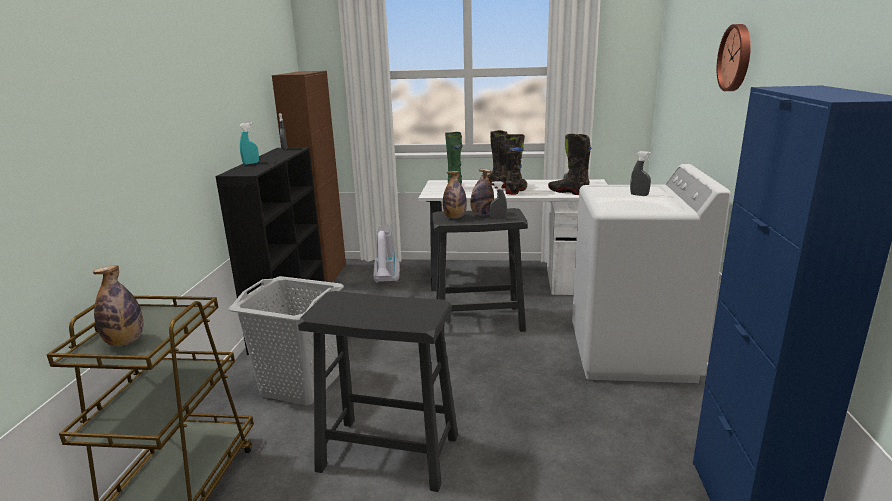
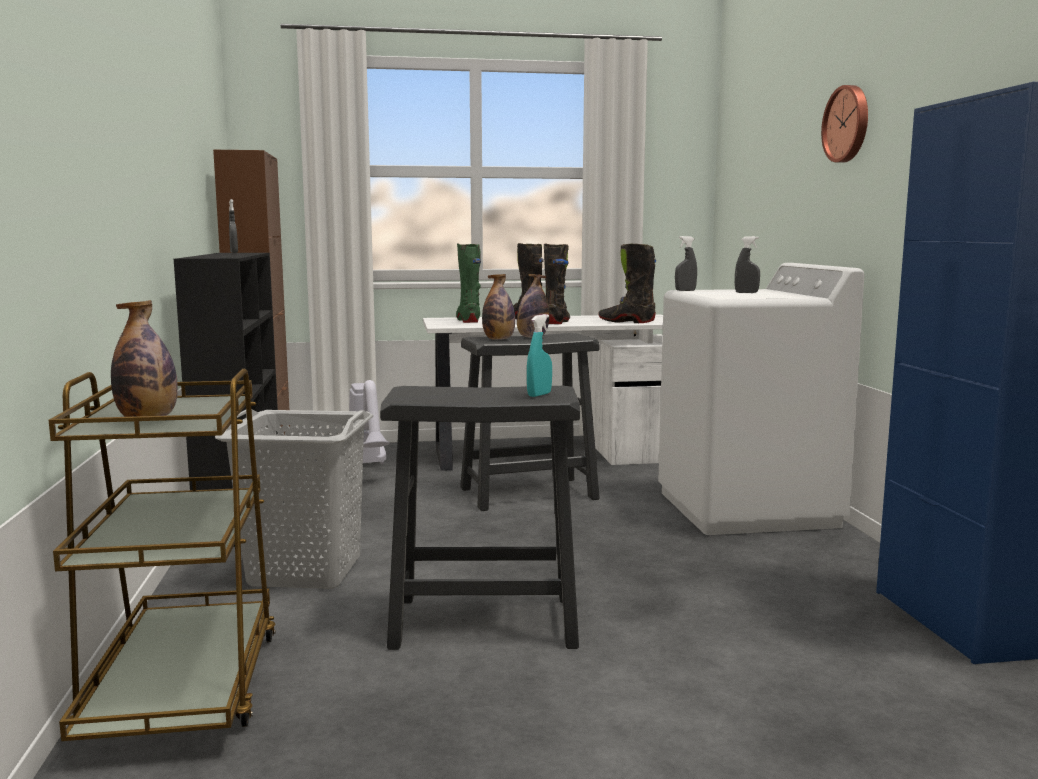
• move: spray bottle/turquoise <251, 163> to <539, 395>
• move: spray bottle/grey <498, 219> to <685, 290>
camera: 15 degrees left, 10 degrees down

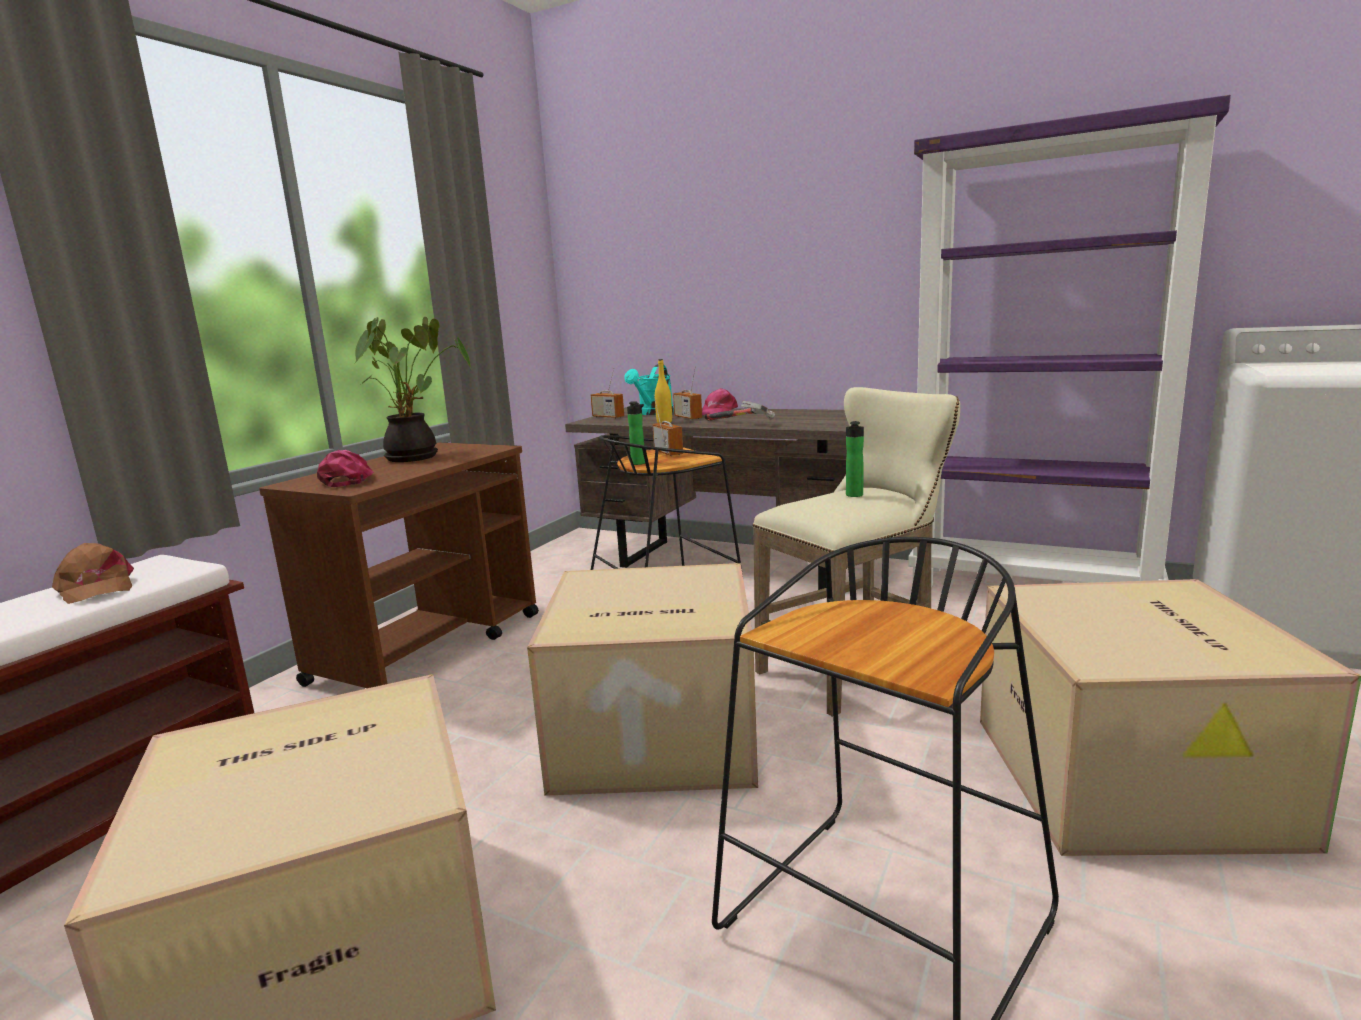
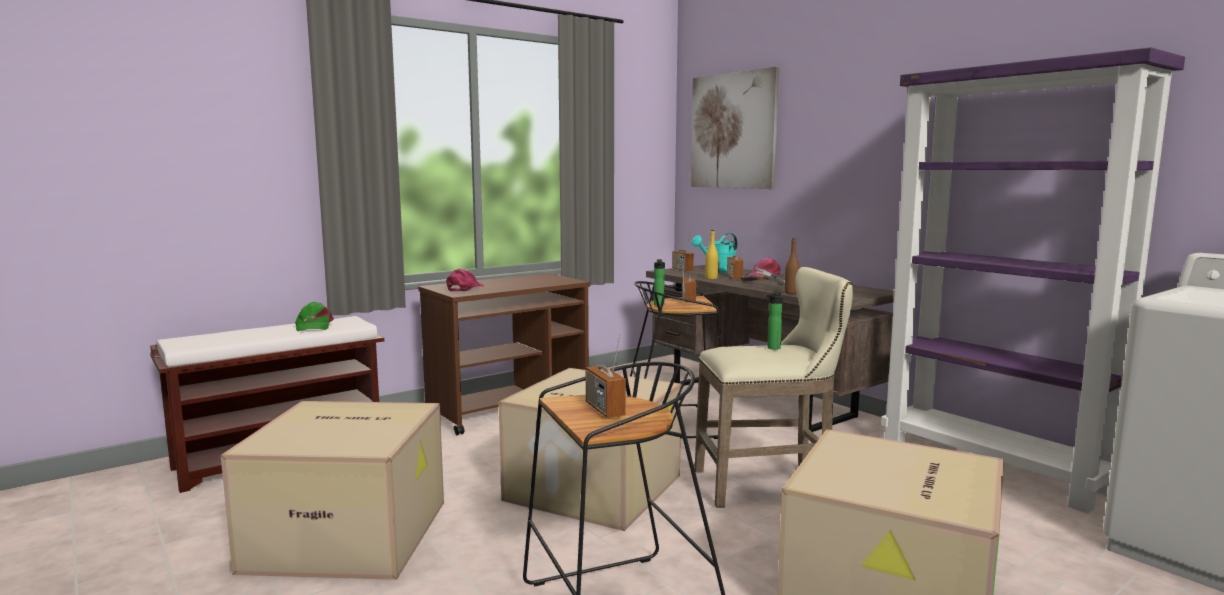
• delete: potted plant <417, 457>
• recolor: cap/brown <95, 588> to cap/green <313, 326>
• insert: picture <733, 131>
• insert: bottle/brown <791, 293>
• insert: radio <605, 409>
camera: 25 degrees right, 5 degrees down

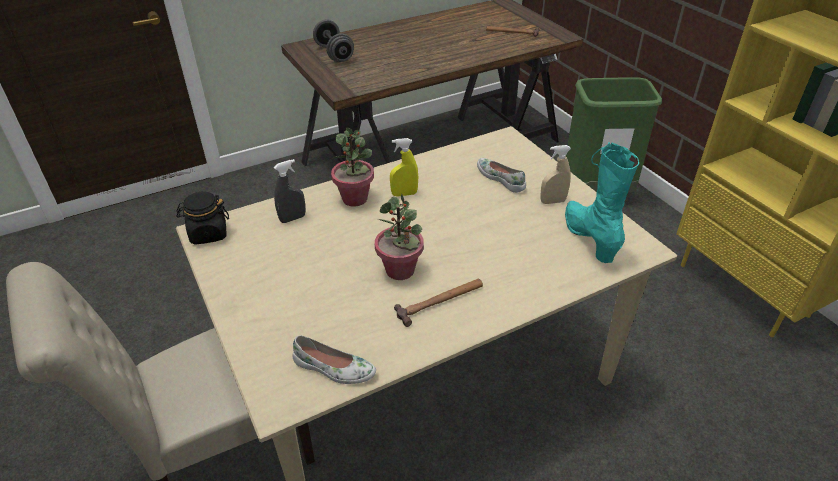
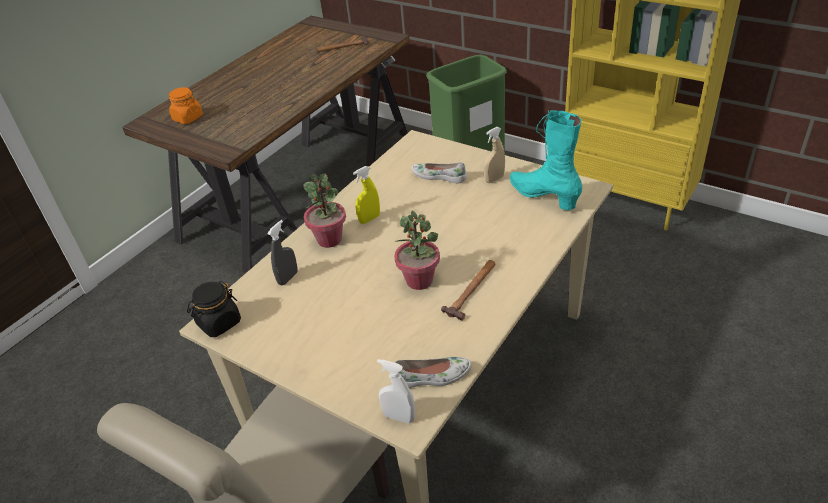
• replace: dumbbell/grey <334, 53> to jar/orange <187, 118>
• insert: spray bottle/white <399, 417>
camera: 25 degrees left, 0 degrees up

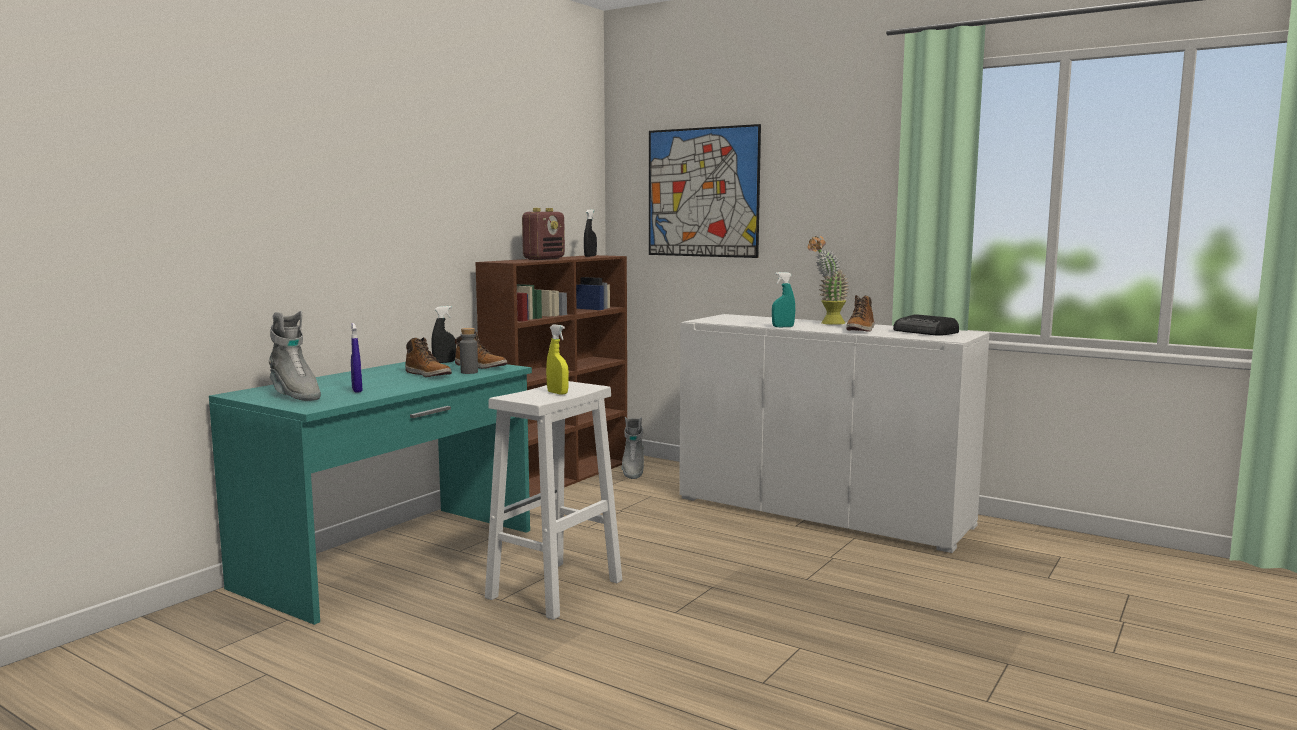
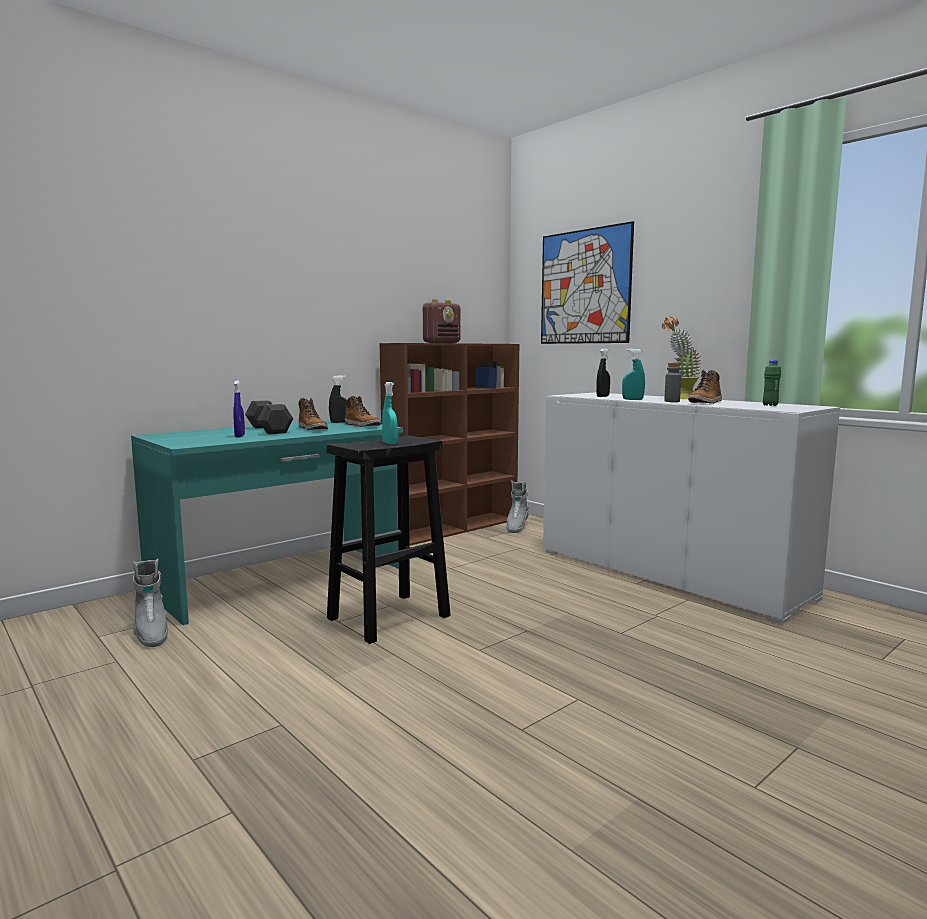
• move: spray bottle/black <590, 256> to <602, 396>
• move: boot/grey <294, 395> to <150, 634>
• replace: radio <925, 332> to bottle/green <770, 405>
• recolor: spray bottle/yellow <557, 393> to spray bottle/turquoise <390, 443>
• move: bottle/grey <469, 372> to <672, 401>
• recolor: stool/white <554, 590> to stool/black <387, 618>
• insert: dumbbell/grey <269, 430>
camera: 15 degrees right, 0 degrees up

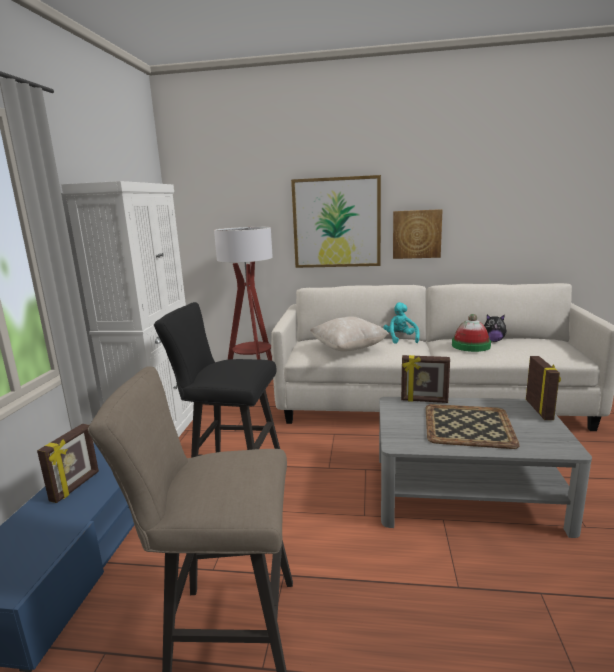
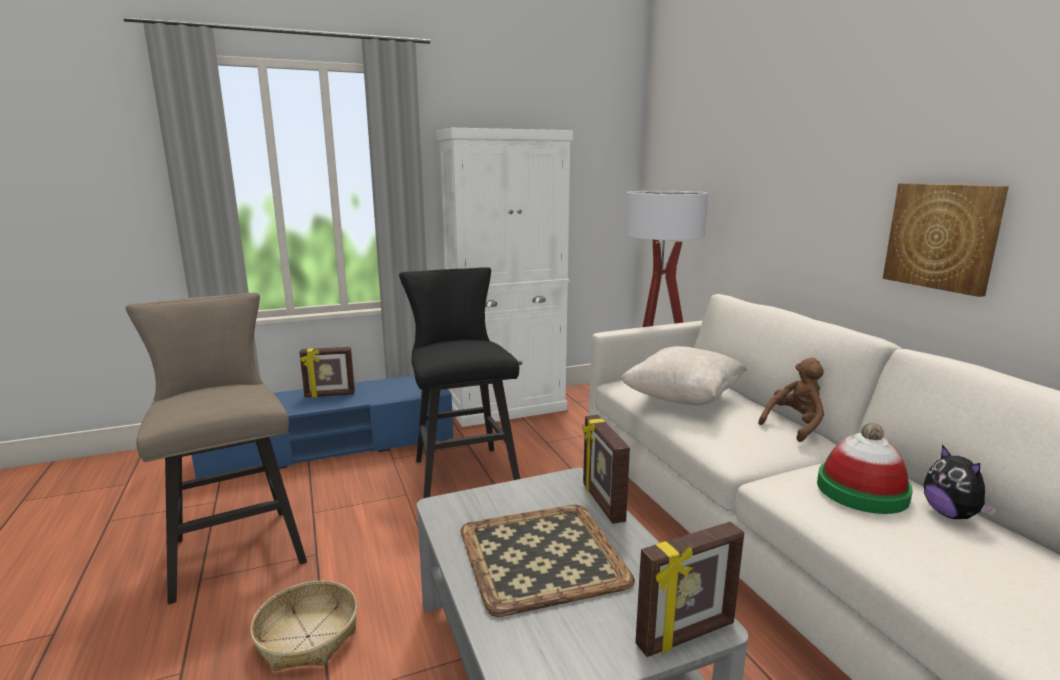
• delete: picture <336, 223>
• recolor: plush toy/turquoise <400, 339> to plush toy/brown <795, 426>
• insert: basket <307, 636>
camera: 60 degrees right, 0 degrees up

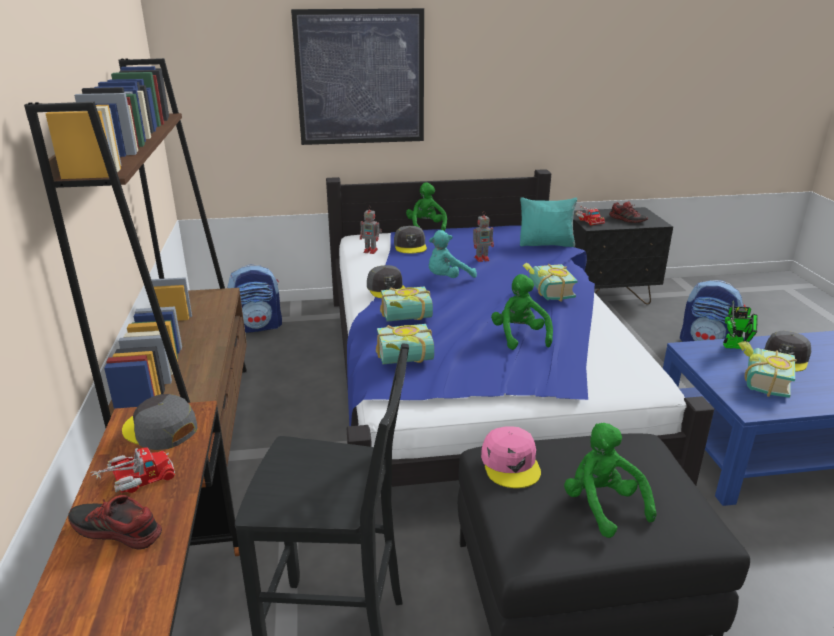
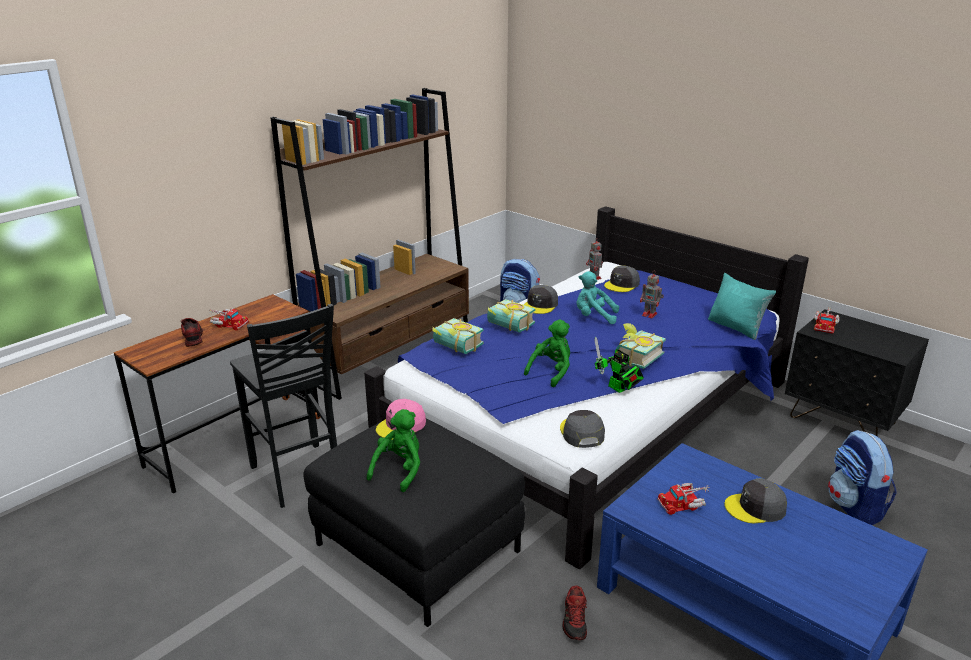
• delete: picture <360, 78>
• delete: plush toy/green <426, 227>
• move: shoe <627, 220> to <575, 620>
• move: toy robot <736, 346> to <618, 389>
• replace: book <760, 382> to toy truck <684, 503>
• move: cap/grey <160, 429> to <581, 433>
camera: 50 degrees right, 0 degrees up

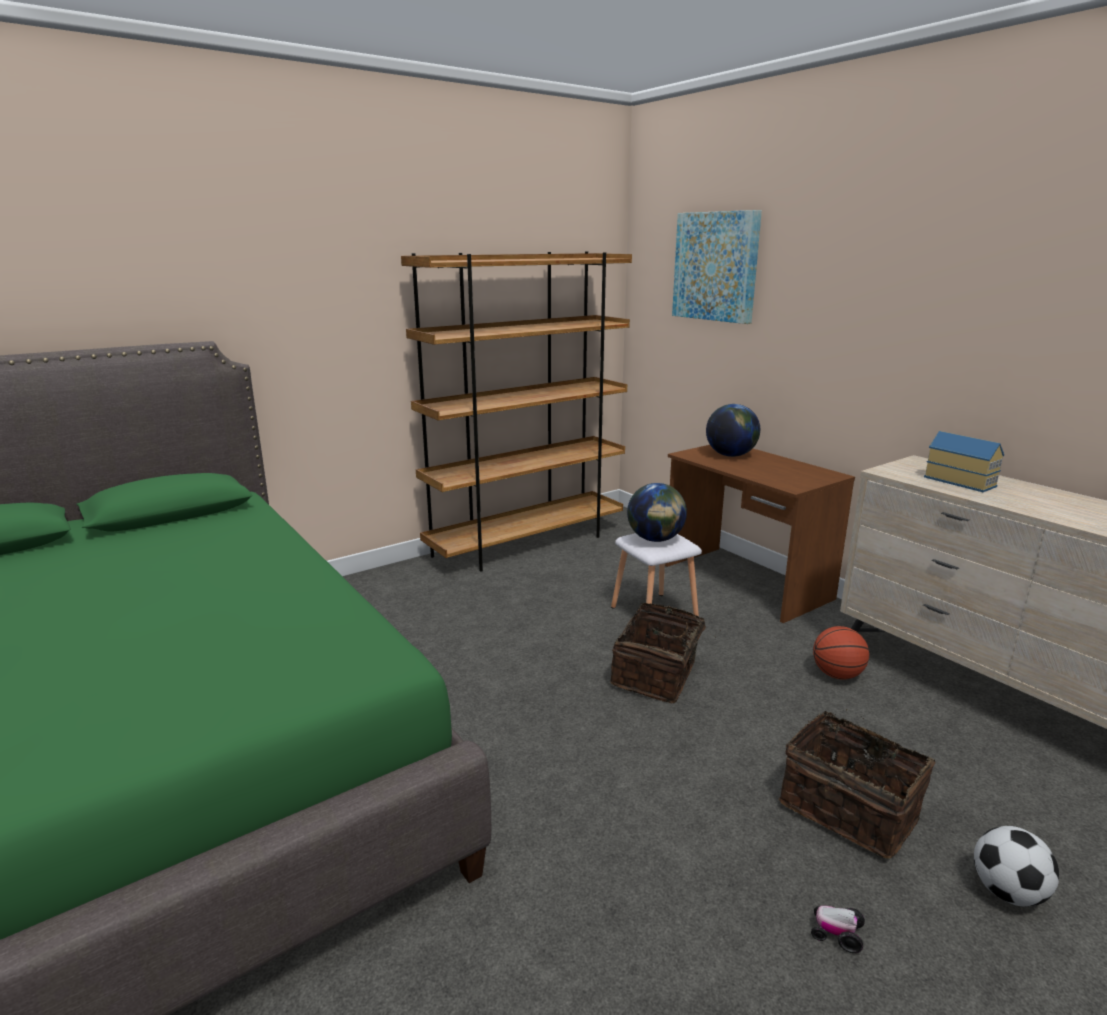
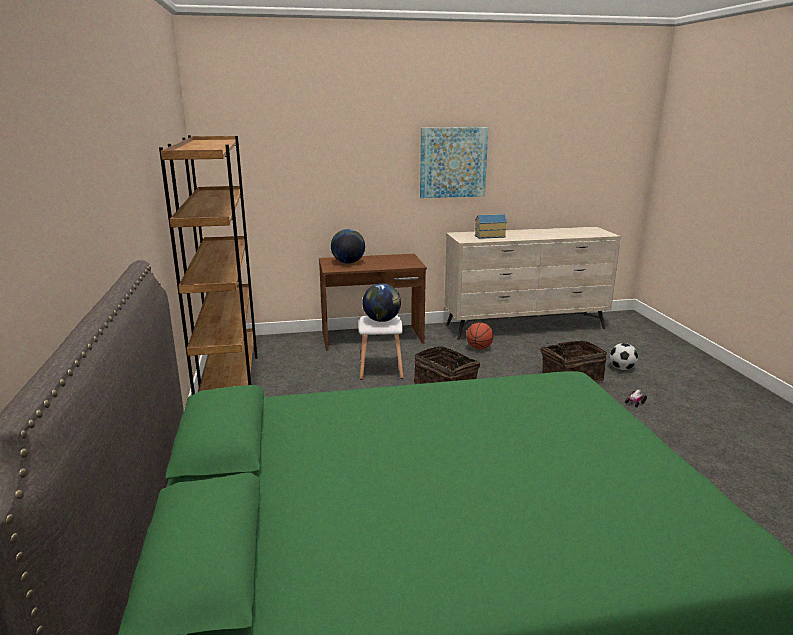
• move: picture <715, 266> to <453, 162>
camera: 65 degrees left, 0 degrees up

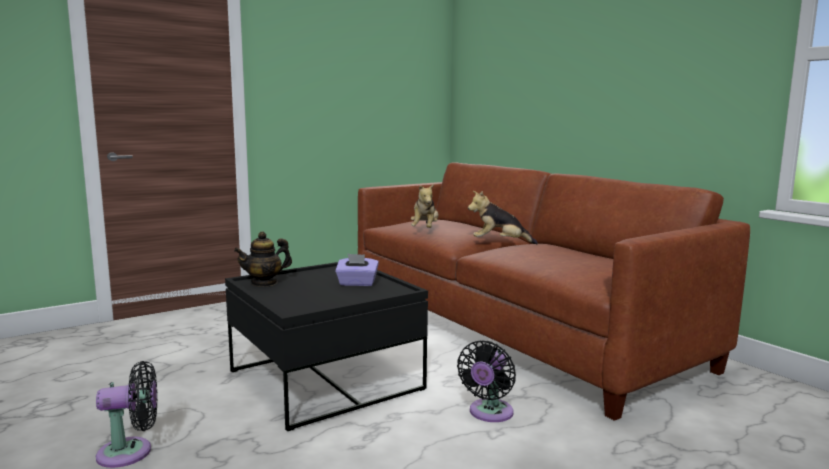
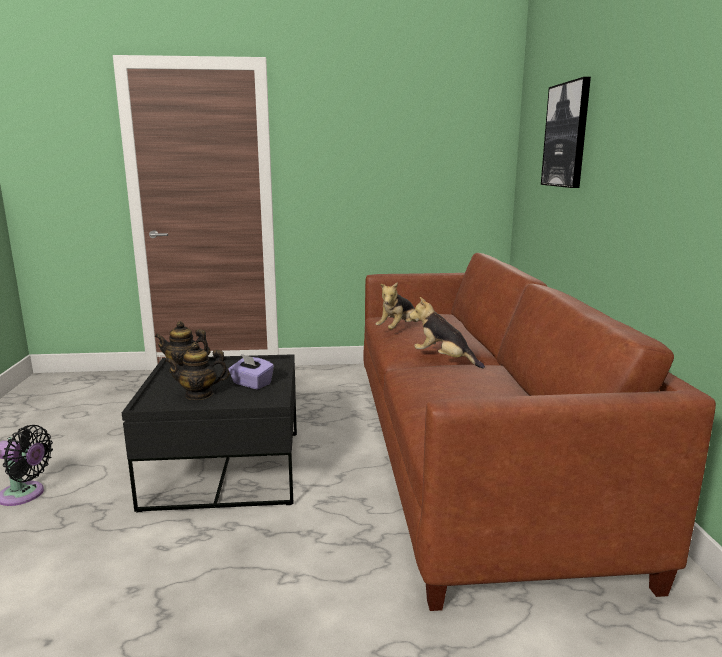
• delete: fan/black <489, 413>
• insert: picture <566, 135>
• insert: teapot <199, 394>
camera: 30 degrees right, 5 degrees up

